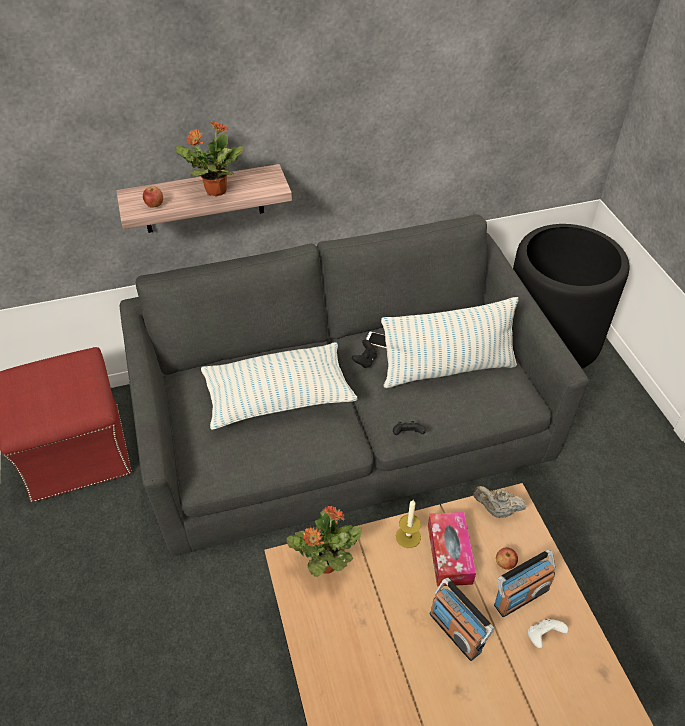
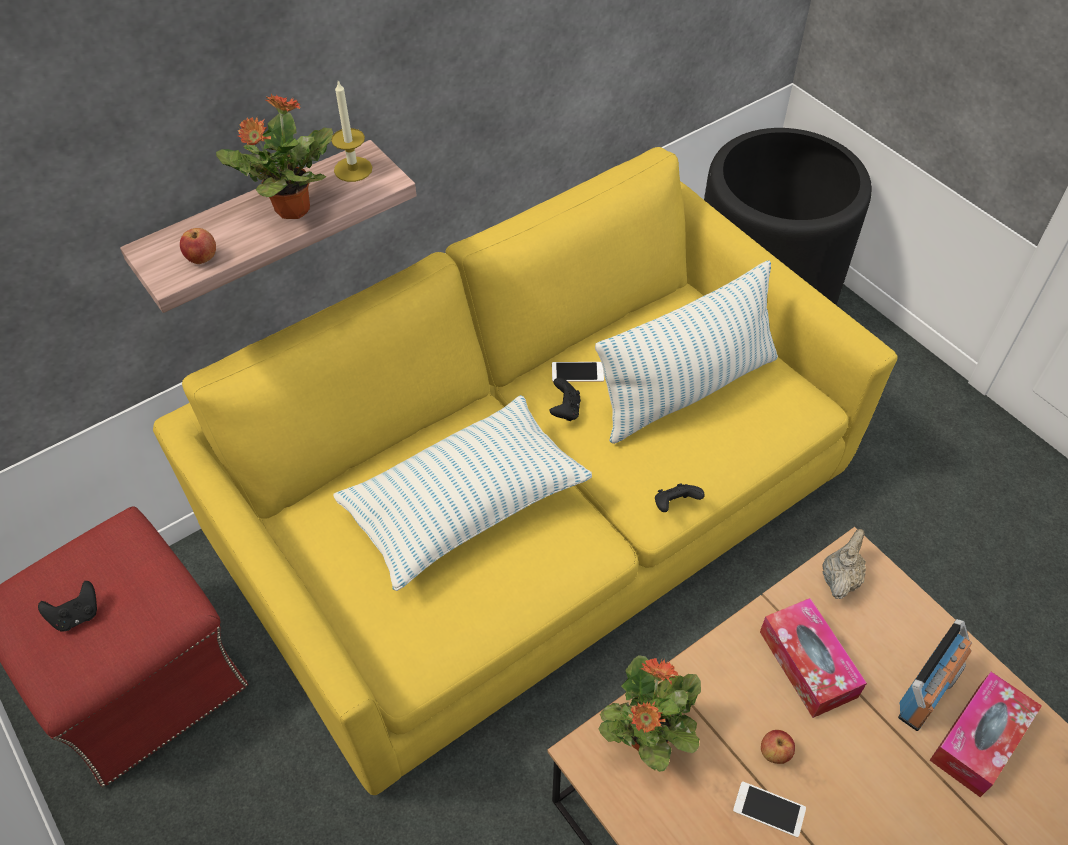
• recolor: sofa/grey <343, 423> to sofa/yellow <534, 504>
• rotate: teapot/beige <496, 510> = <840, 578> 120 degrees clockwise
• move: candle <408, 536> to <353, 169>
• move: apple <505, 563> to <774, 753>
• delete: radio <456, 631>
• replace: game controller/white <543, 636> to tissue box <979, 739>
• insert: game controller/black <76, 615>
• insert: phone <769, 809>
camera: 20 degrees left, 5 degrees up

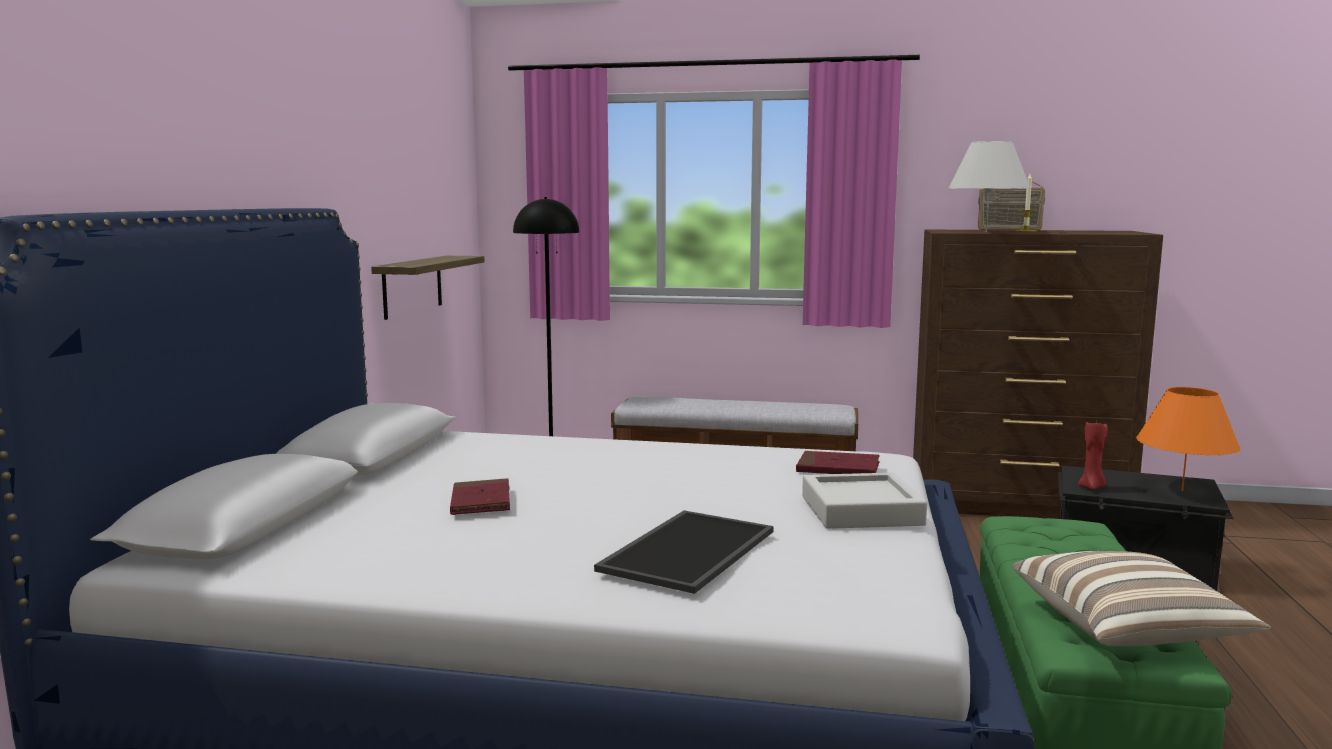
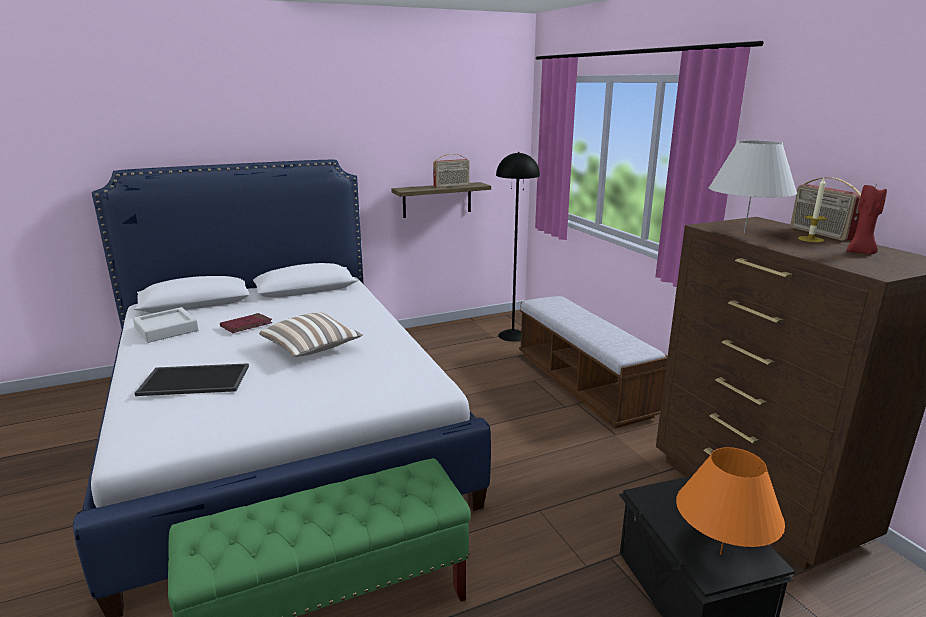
• move: candle/red <1092, 487> to <860, 252>
• delete: book/red <838, 468>
• move: tray/grey <861, 511> to <166, 329>
• move: pillow <1128, 629> to <312, 348>
• insert: radio <451, 186>
camera: 55 degrees right, 10 degrees up

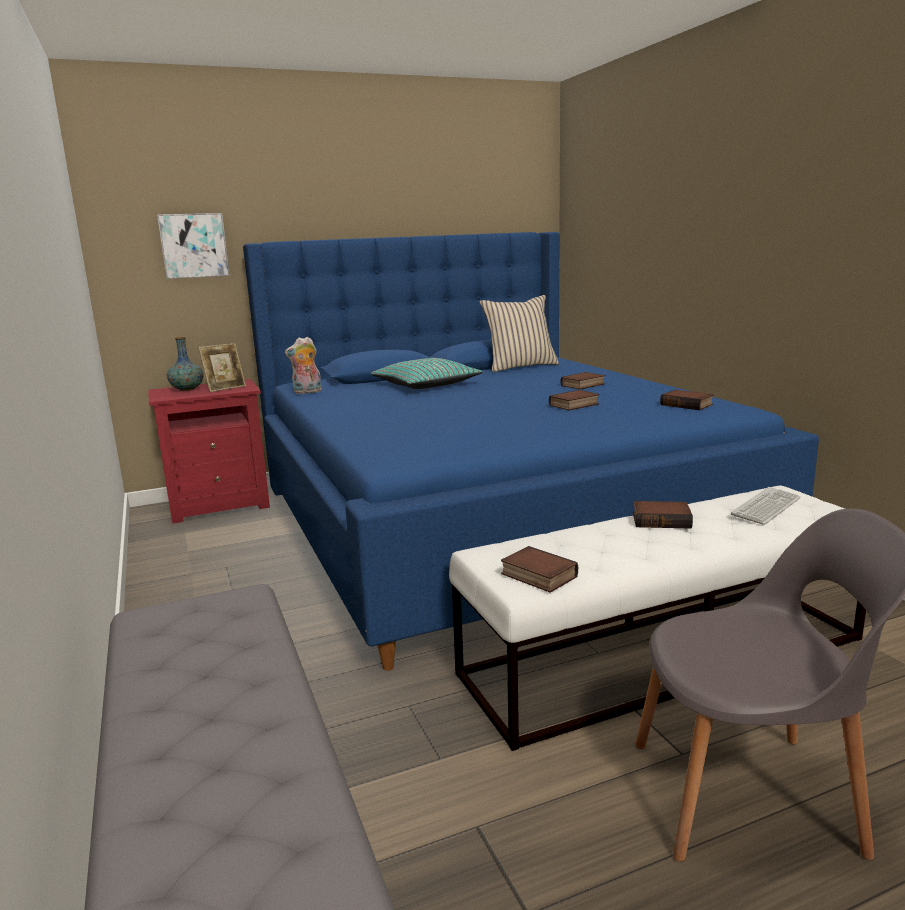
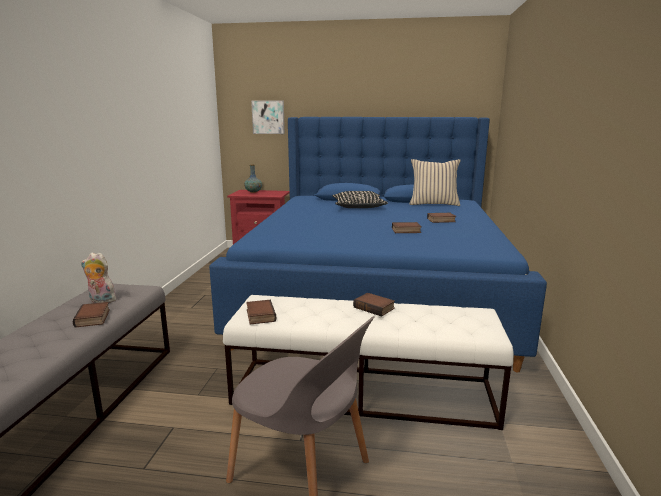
• move: plush toy <307, 392> to <101, 301>
• delete: picture frame <225, 388>
• recolor: pillow/turquoise <426, 385> to pillow/black <358, 206>
• move: book <687, 404> to <94, 318>
• delete: keyboard <766, 507>
camera: 30 degrees right, 0 degrees up

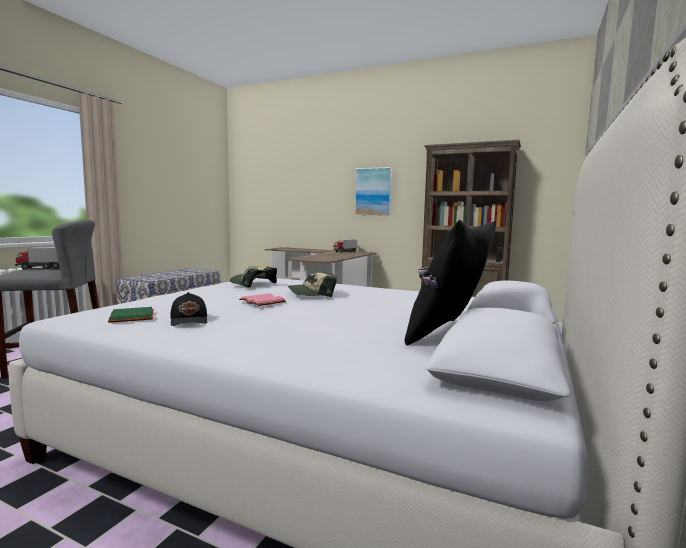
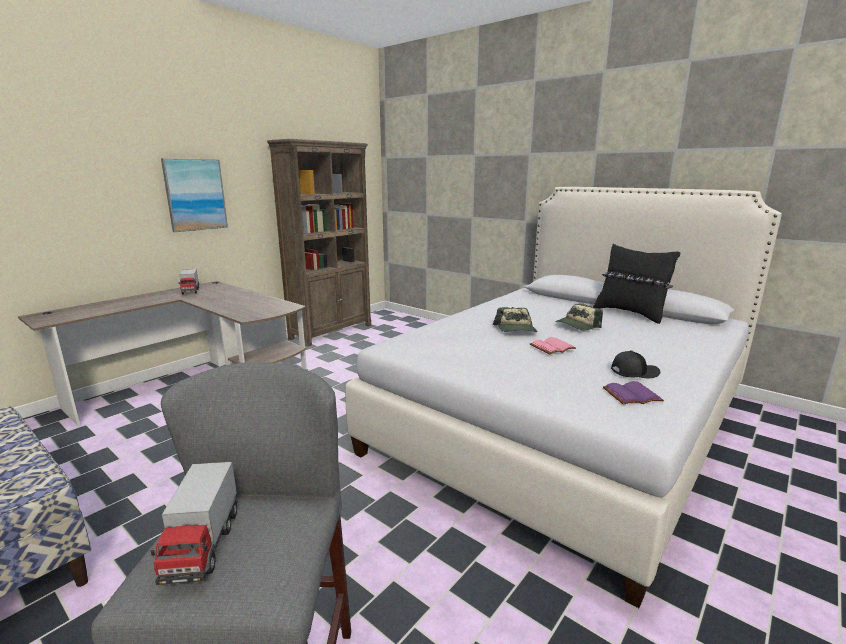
• move: cap <252, 284> to <577, 325>
• recolor: book/green <130, 317> to book/purple <632, 396>
camera: 75 degrees left, 10 degrees up

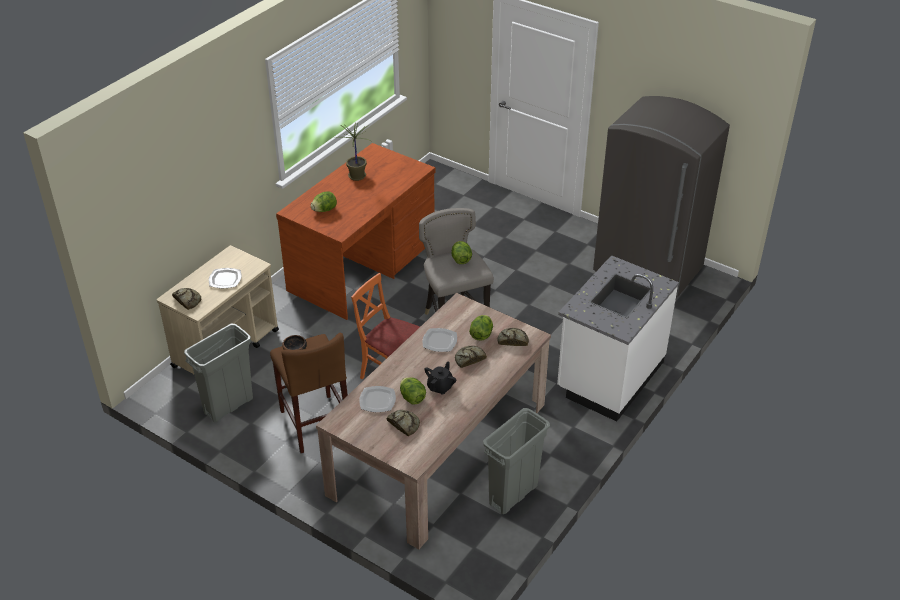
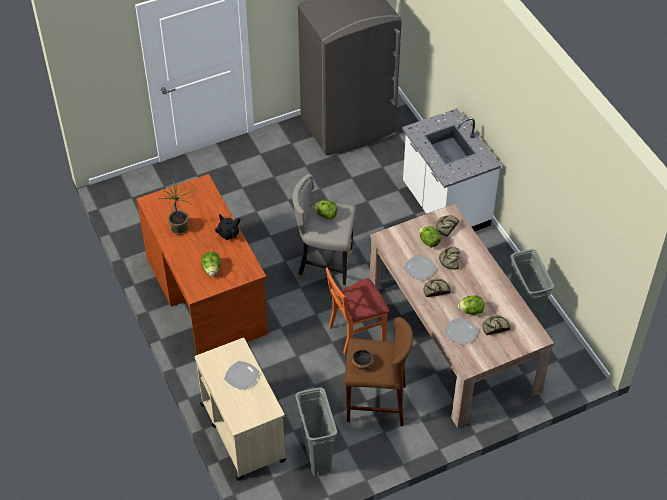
• move: bread <187, 300> to <436, 290>
• move: teapot/black <440, 387> to <228, 233>
camera: 60 degrees left, 10 degrees up

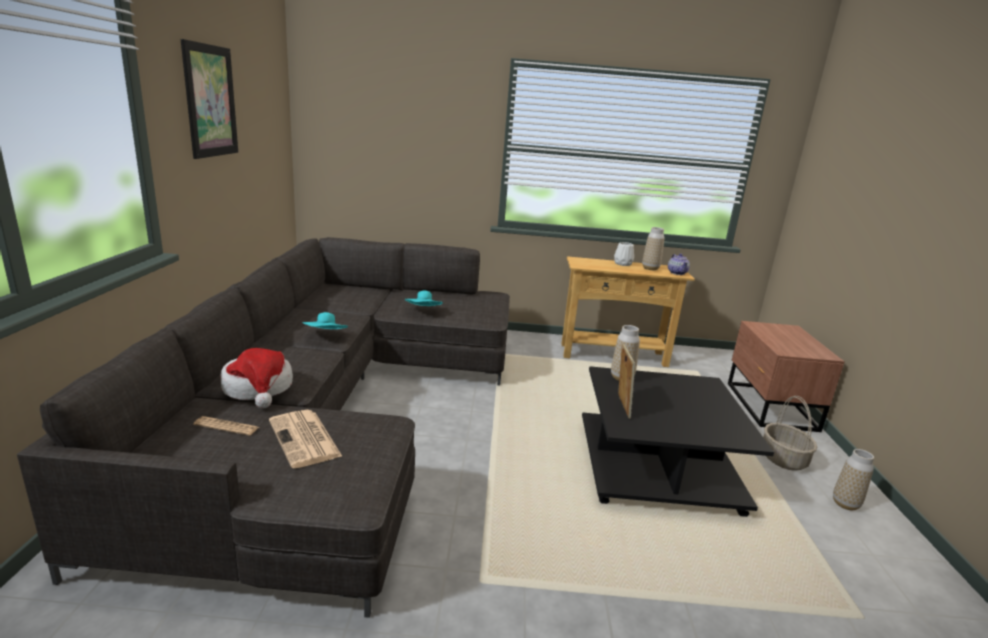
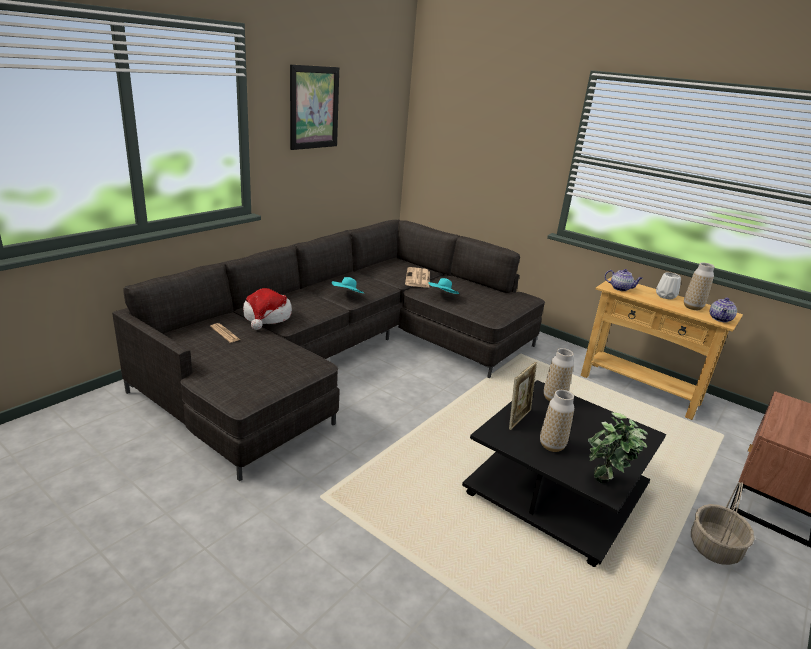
• move: newspaper <305, 439> to <418, 278>
• move: vase <845, 504> to <552, 446>
• insert: teapot <620, 288>
• insert: potted plant <604, 487>
camera: 35 degrees right, 5 degrees up

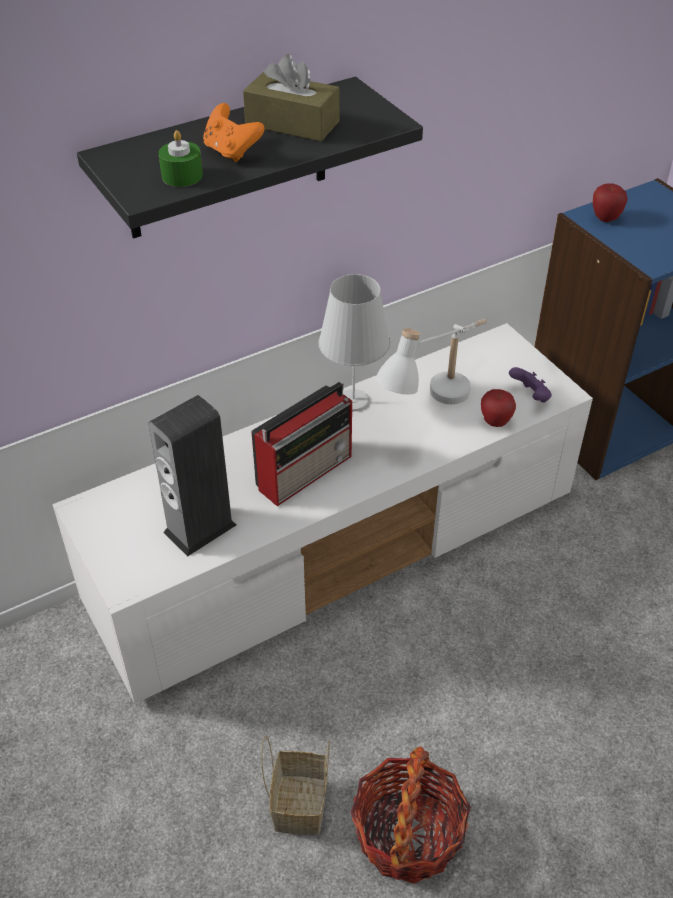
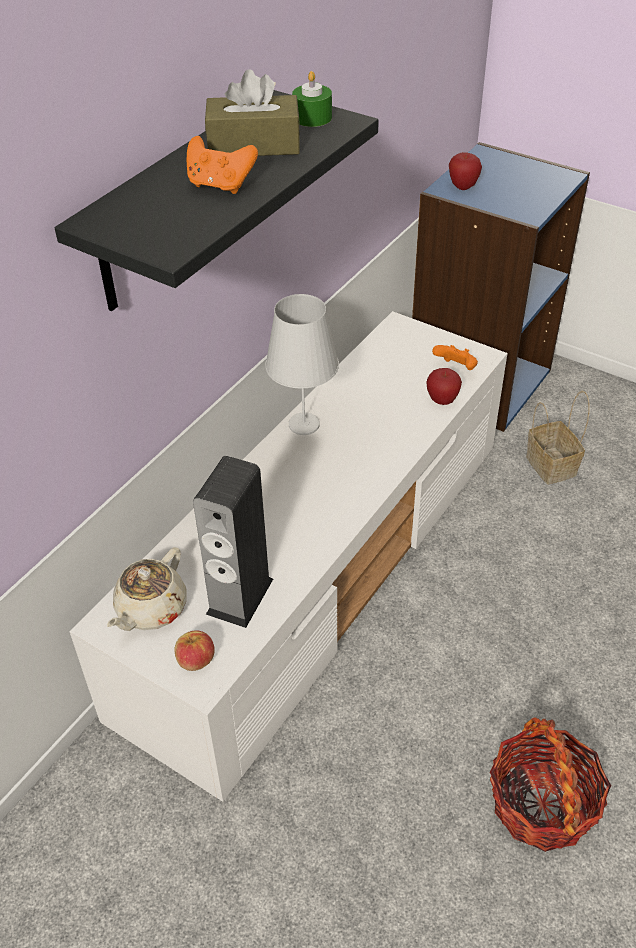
• move: candle/green <182, 176> to <312, 117>
• delete: table lamp/white <434, 408>
• recolor: game controller/purple <530, 396> to game controller/orange <456, 368>
• delete: radio <306, 471>
• move: basket <298, 802> to <549, 464>
• insert: teapot/beige <150, 609>
• insert: apple <195, 660>
camera: 25 degrees left, 0 degrees up

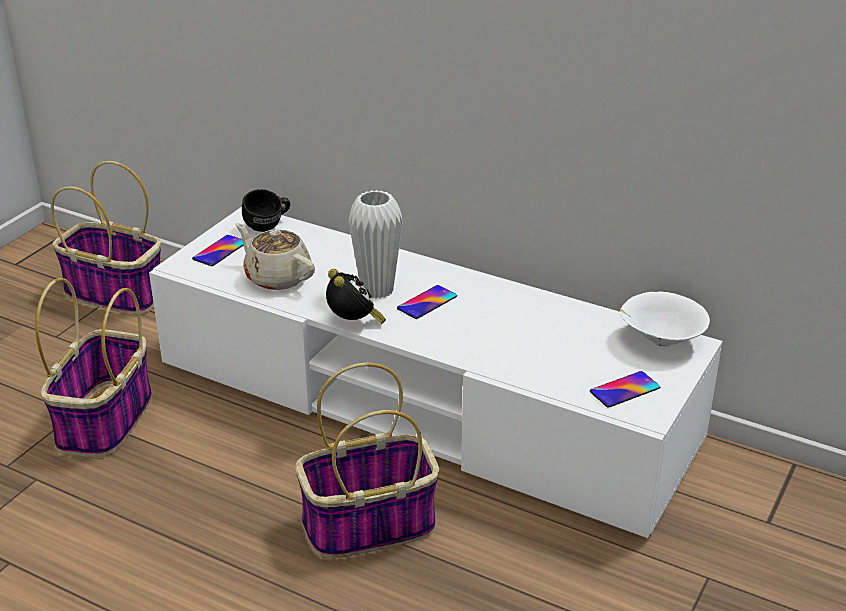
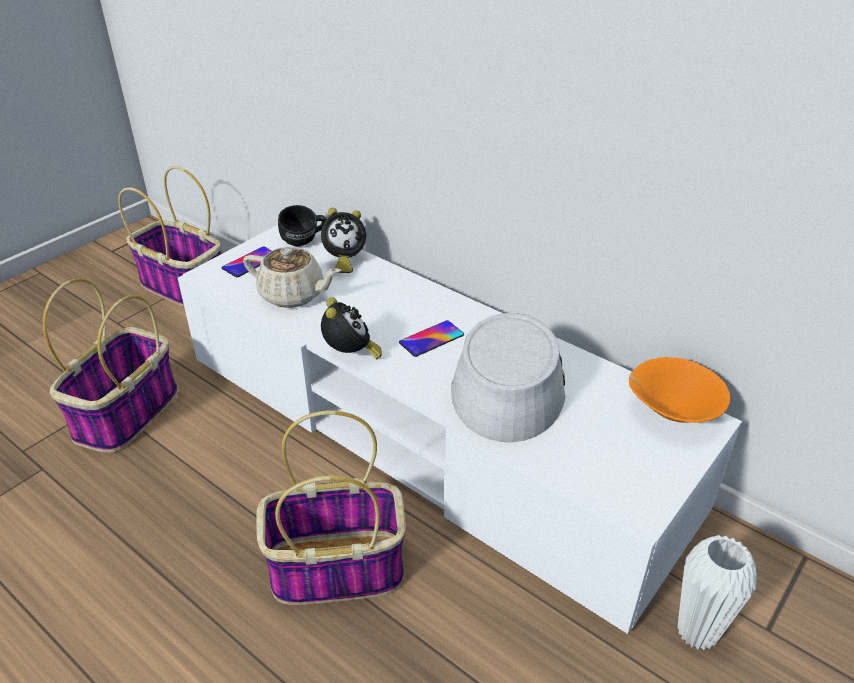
• move: vase/white <377, 290> to <697, 632>
• rotate: teapot/beige <277, 277> = <293, 295> 150 degrees clockwise
• recolor: bowl/white <659, 341> to bowl/orange <670, 413>
• delete: phone <625, 390>
• insert: alarm clock <343, 261>
• insert: hat/grey <508, 382>
camera: 10 degrees right, 5 degrees up

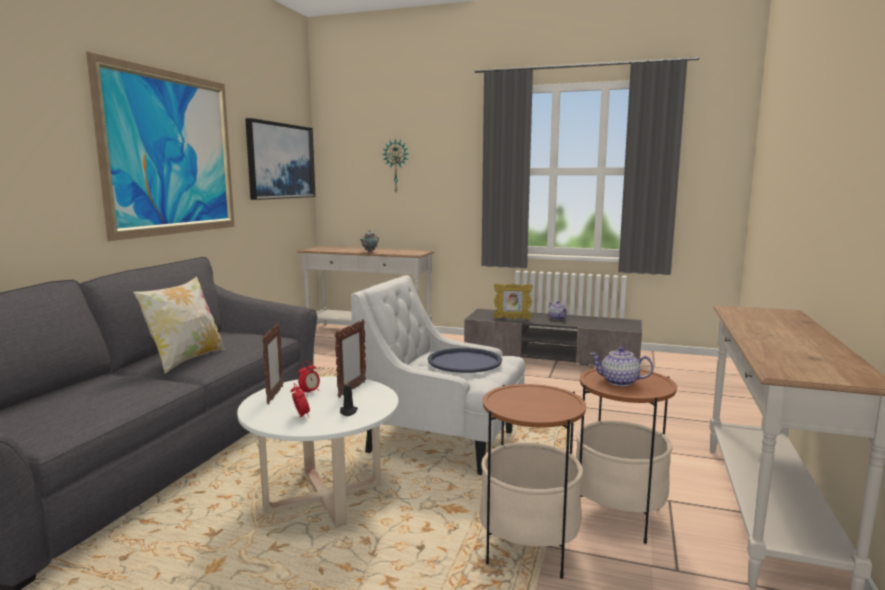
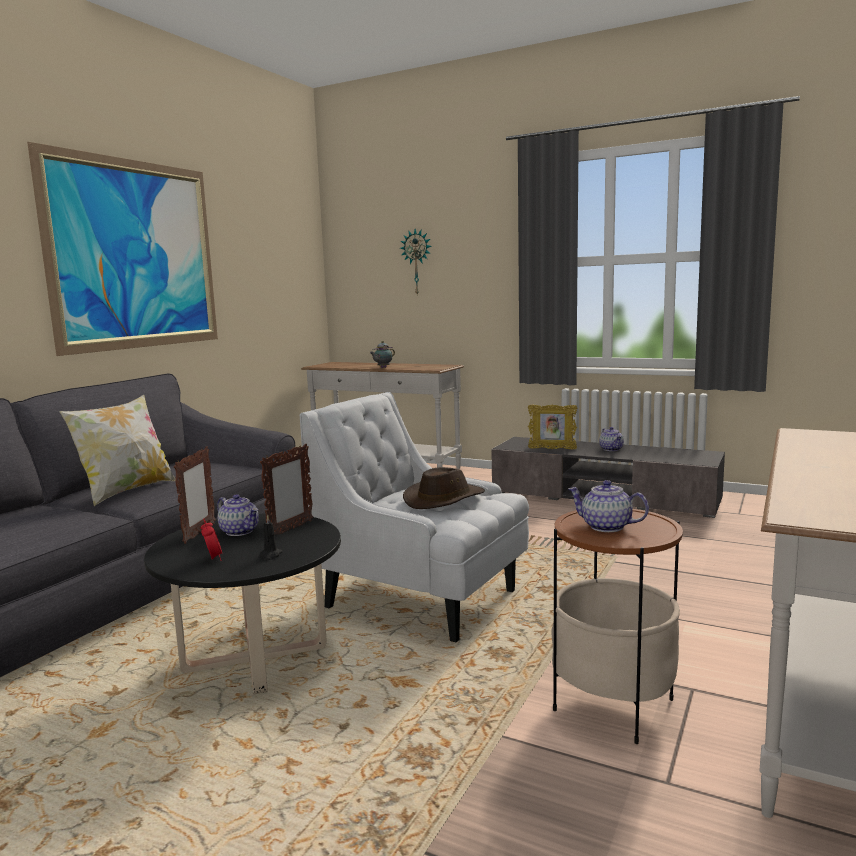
• delete: picture <281, 161>
• replace: tray/blue <464, 361> to hat/brown <444, 499>
• replace: alarm clock <309, 392> to teapot <240, 531>
• recolor: coffee table/white <324, 497> to coffee table/black <255, 658>
• delete: side table <529, 548>
camera: 10 degrees right, 0 degrees up

